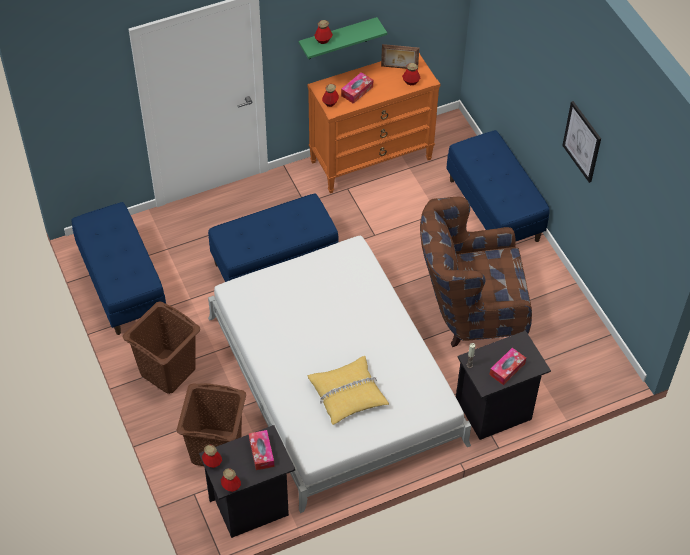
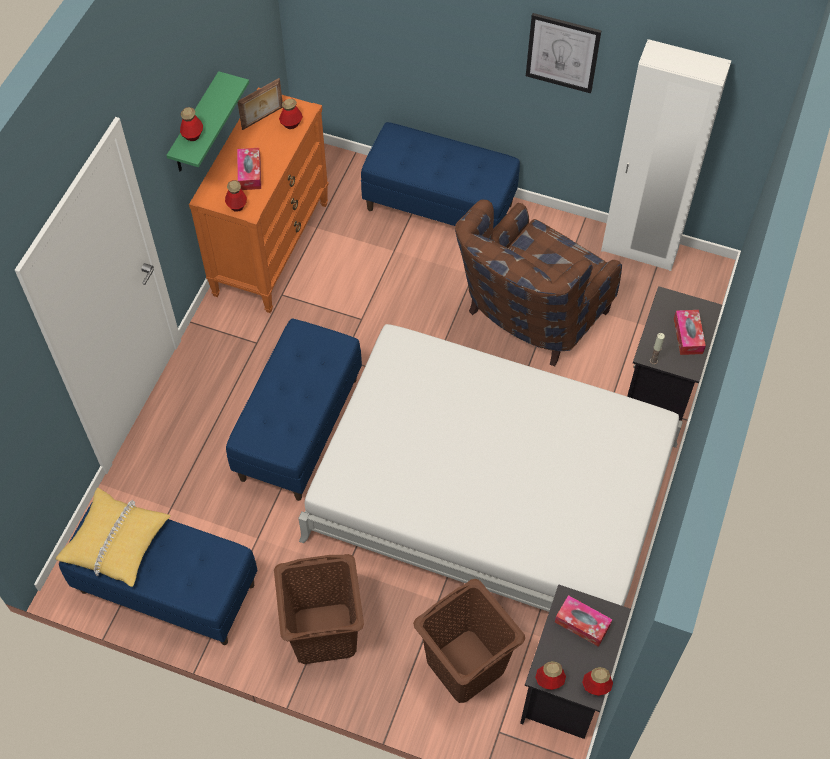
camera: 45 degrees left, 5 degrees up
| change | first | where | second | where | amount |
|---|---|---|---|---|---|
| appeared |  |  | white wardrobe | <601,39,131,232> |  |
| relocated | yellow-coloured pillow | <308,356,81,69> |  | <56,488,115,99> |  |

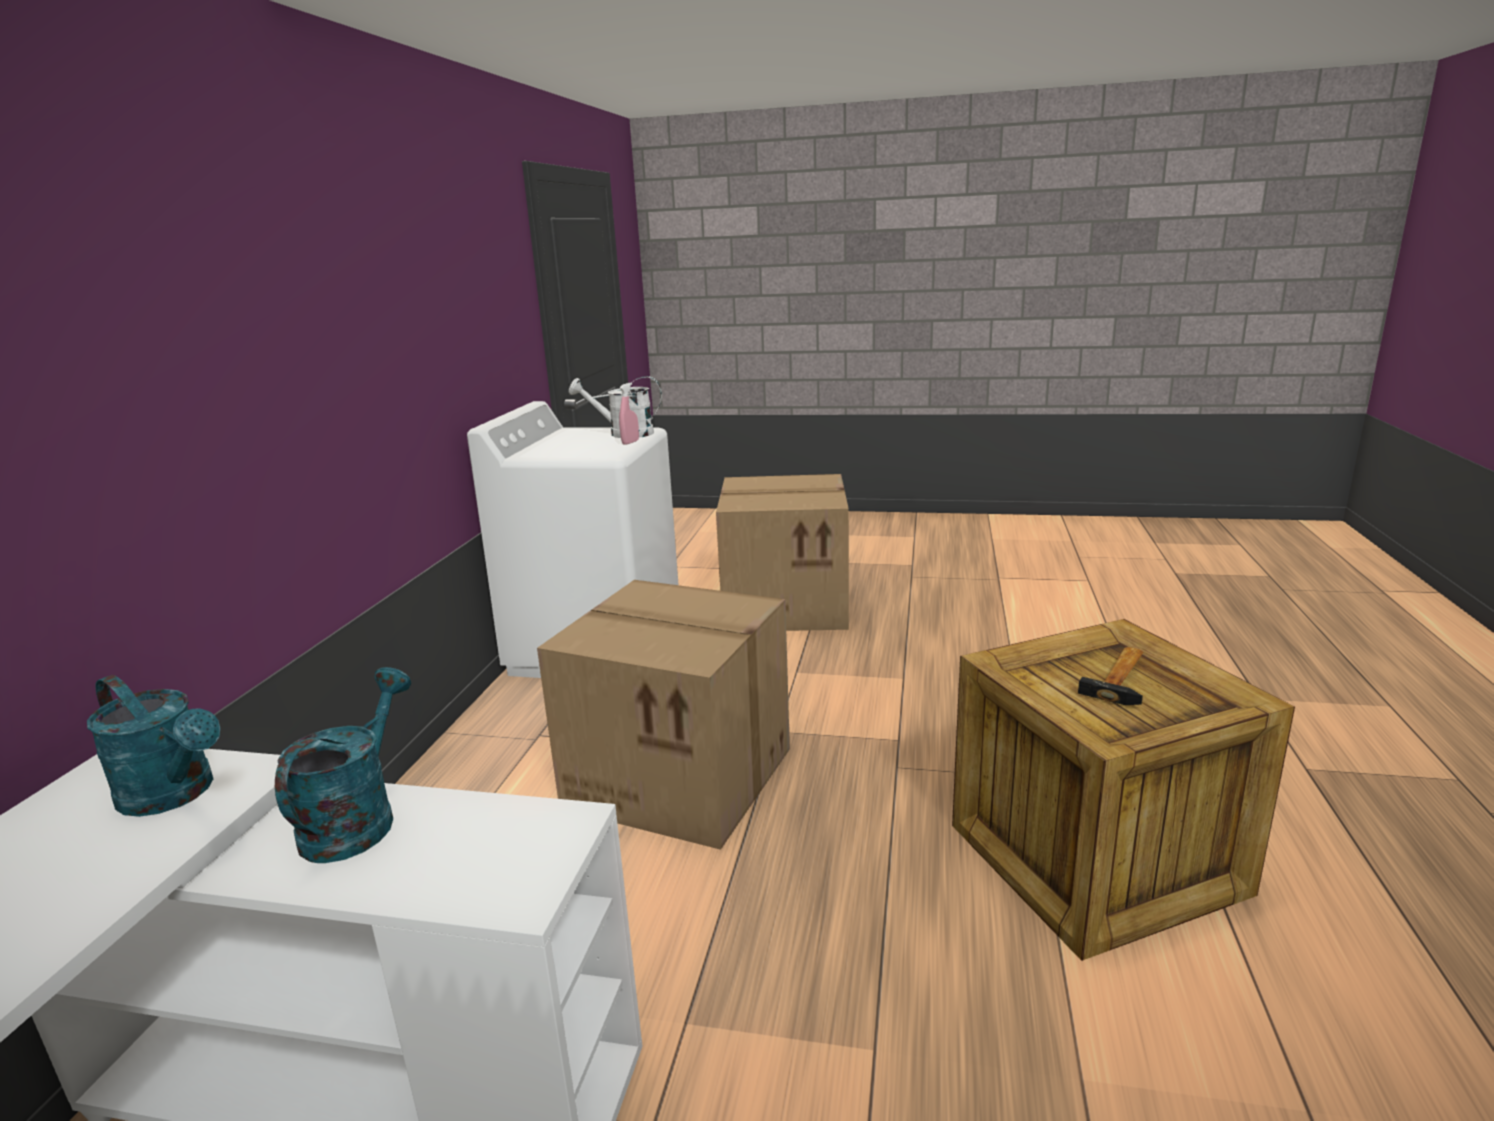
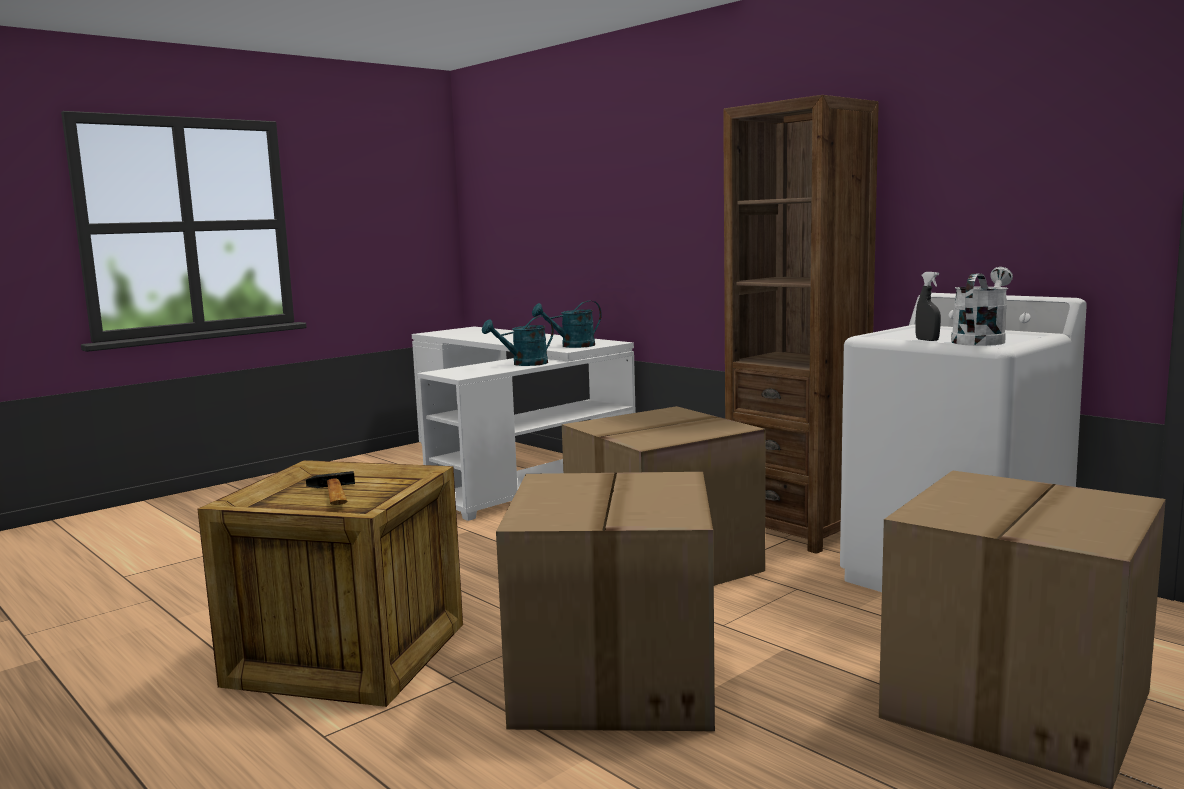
camera: 125 degrees right, 10 degrees down
| change | first | where | second | where | amount |
|---|---|---|---|---|---|
| appeared |  |  | cardboard box | <496,472,219,259> |  |
| appeared |  |  | brown-coloured bookshelf | <723,95,156,459> |  |
| colour | pinkish sprayer | <619,383,20,62> | greyish sprayer | <915,272,26,69> |  |
| spun | turquoise sprinkling can | <275,667,136,196> |  | <482,316,72,50> | 105 degrees clockwise |

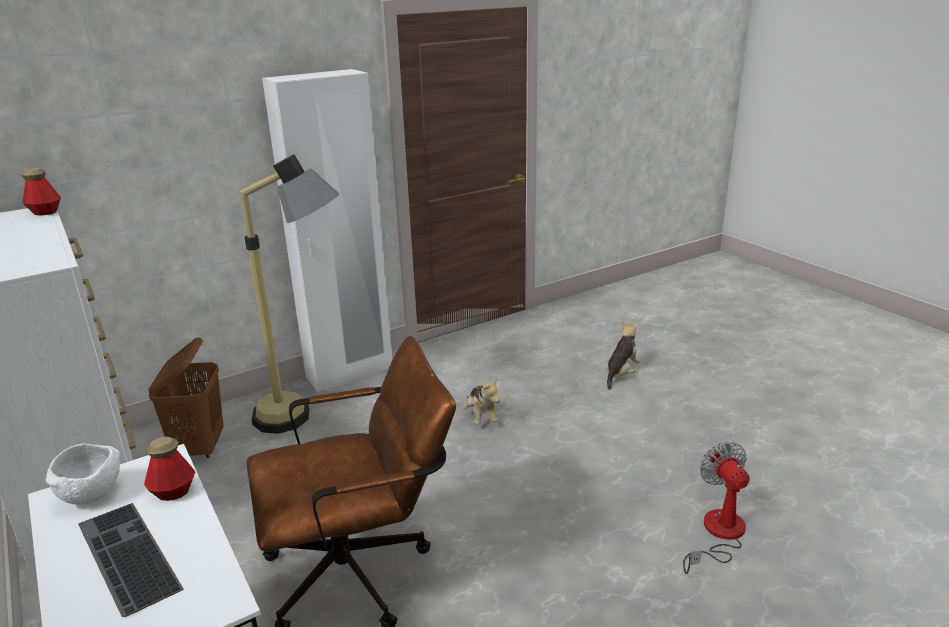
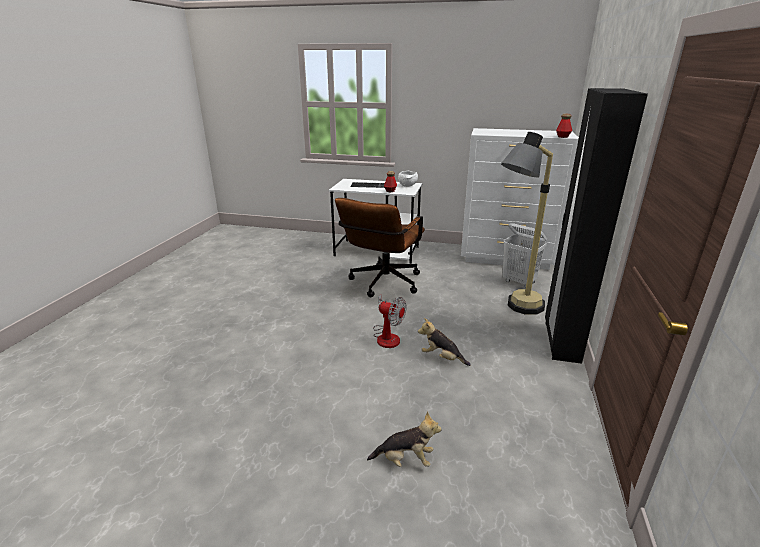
camera: 135 degrees right, 0 degrees up
| change | first | where | second | where | amount |
|---|---|---|---|---|---|
| relocated | fan | <683,442,67,132> |  | <373,295,34,53> |  |
| colour | brown-coloured laundry basket | <148,337,76,121> | white laundry basket | <503,223,44,65> |  |
| colour | white wardrobe | <262,69,130,323> | black-coloured wardrobe | <545,88,103,276> |  |
| spun | plush toy | <606,322,34,68> |  | <367,412,74,55> | 75 degrees counterclockwise |

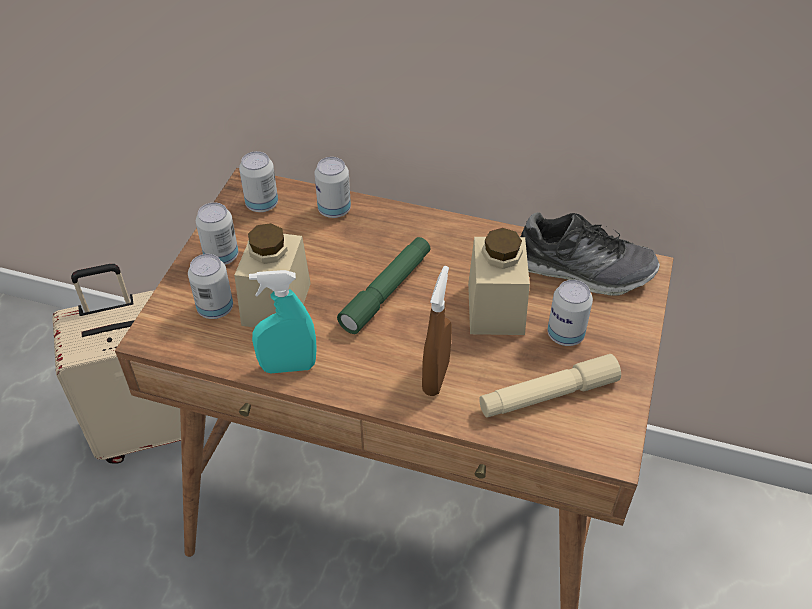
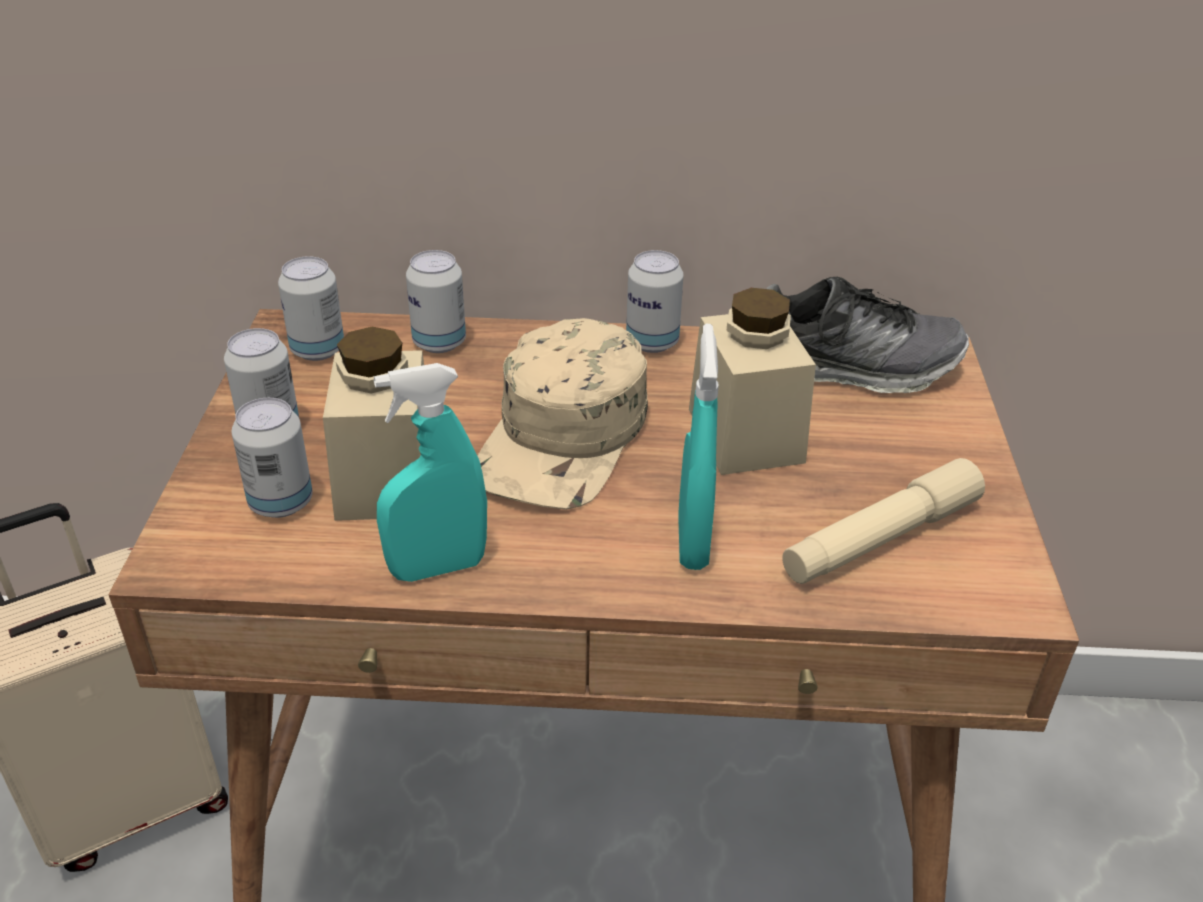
camera: 15 degrees left, 10 degrees down
| change | first | where | second | where | amount |
|---|---|---|---|---|---|
| relocated | can | <547,280,46,66> |  | <626,250,57,103> |  |
| exchanged | greenish flashlight | <337,237,93,97> | beige peaked cap | <478,318,170,192> |  |
| colour | brown-coloured sprayer | <422,266,30,130> | turquoise sprayer | <678,324,41,246> |  |

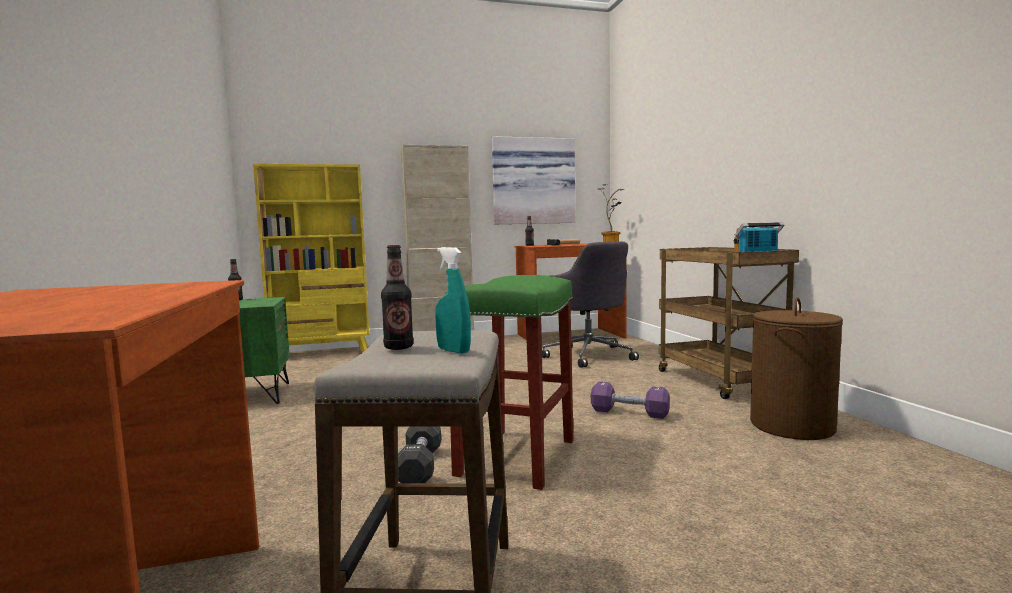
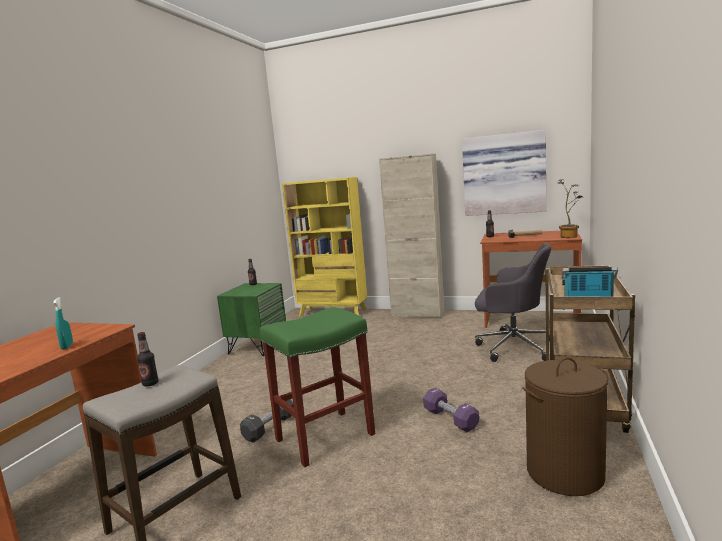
camera: 35 degrees right, 5 degrees up
| change | first | where | second | where | amount |
|---|---|---|---|---|---|
| relocated | turquoise sprayer | <435,247,36,107> |  | <53,297,20,53> |  |
| spun | greyish office chair | <542,241,97,127> |  | <475,243,76,119> | 75 degrees counterclockwise |

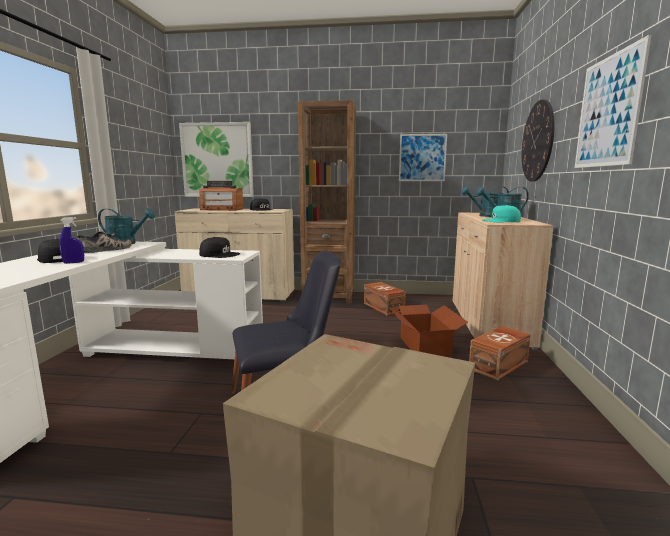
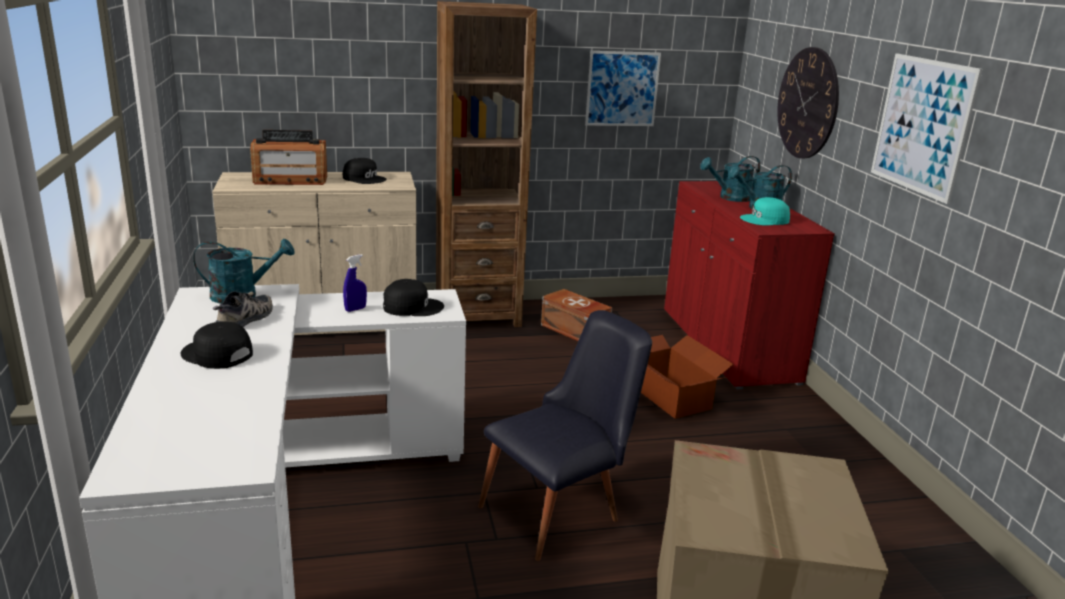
camera: 20 degrees left, 10 degrees up
| change | first | where | second | where | amount |
|---|---|---|---|---|---|
| missing | picture | <179,122,75,75> |  |  |  |
| missing | brown-coloured storage bin | <469,326,62,55> |  |  |  |
| relocated | blue sprayer | <59,217,25,47> |  | <343,254,24,58> |  |
| colour | beige cabinet | <453,213,101,137> | reddish cabinet | <664,181,171,208> |  |

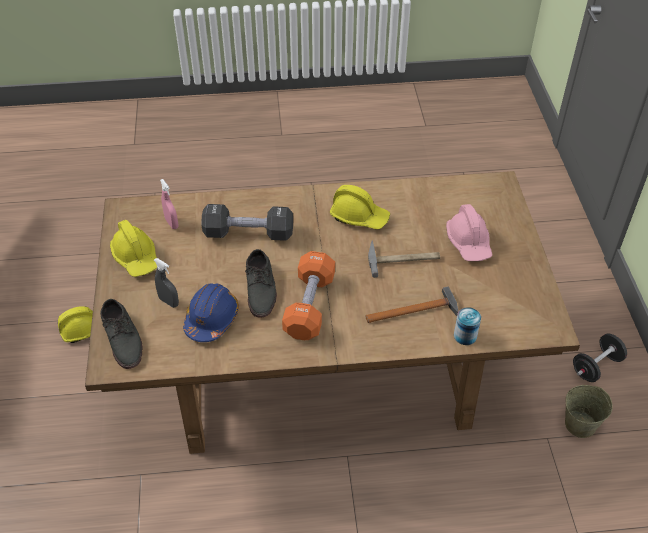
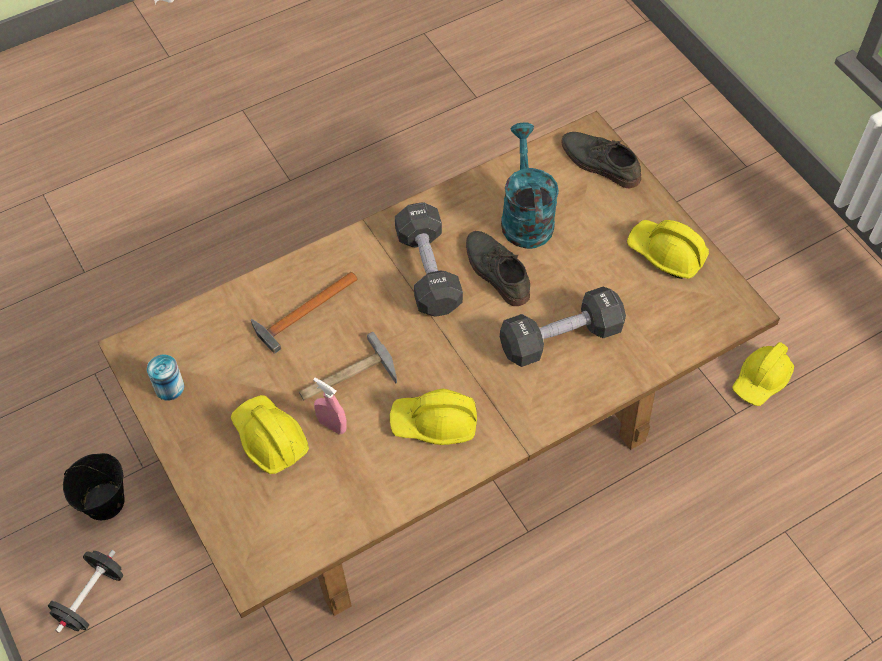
camera: 155 degrees right, 10 degrees up
| change | first | where | second | where | amount |
|---|---|---|---|---|---|
| missing | greyish sprayer | <154,258,25,50> |  |  |  |
| relocated | pinkish sprayer | <160,179,18,50> |  | <313,378,34,57> |  |
| relocated | can | <454,307,27,38> |  | <147,355,37,45> |  |
| exchanged | blue hard hat | <183,284,56,58> | turquoise sprinkling can | <501,123,58,126> |  |
| colour | orangey free weight | <282,251,53,89> | black-coloured free weight | <395,203,68,114> |  |
| colour | pinkish hard hat | <446,204,46,57> | yellow-coloured hard hat | <231,395,78,79> |  |
| colour | beige water bucket | <565,385,48,53> | black-coloured water bucket | <63,453,62,67> |  |

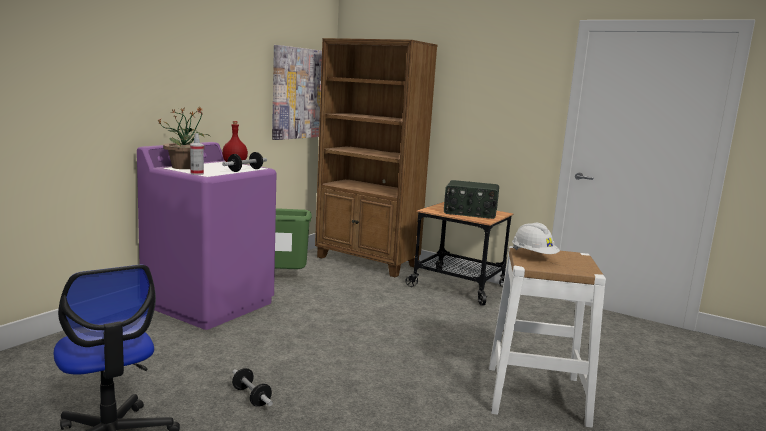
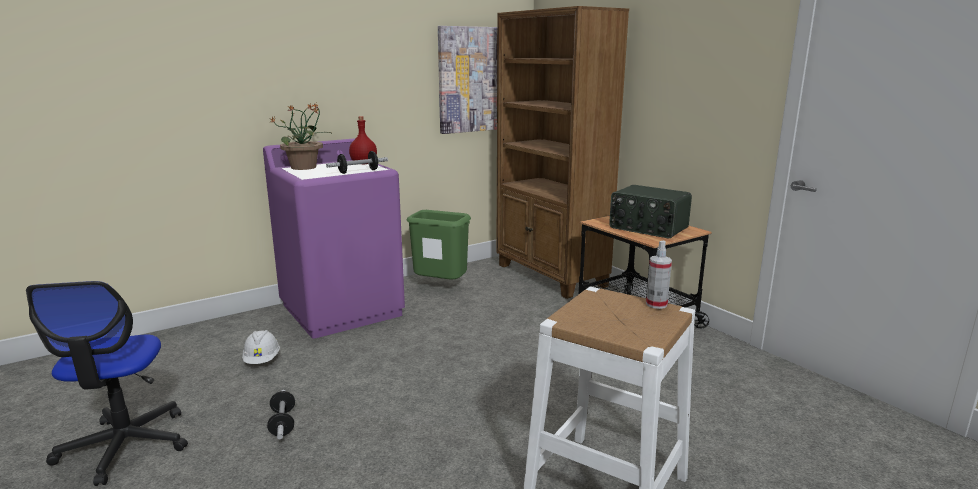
camera: 25 degrees right, 5 degrees up
| change | first | where | second | where | amount |
|---|---|---|---|---|---|
| relocated | sprayer | <190,133,14,42> |  | <646,241,26,68> |  |
| relocated | white hard hat | <512,223,48,31> |  | <242,330,38,34> |  |

